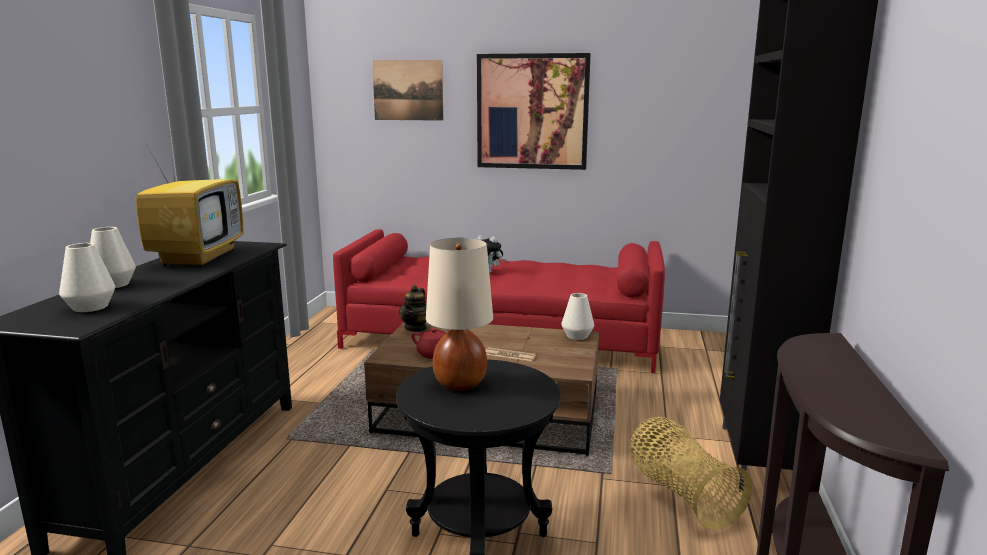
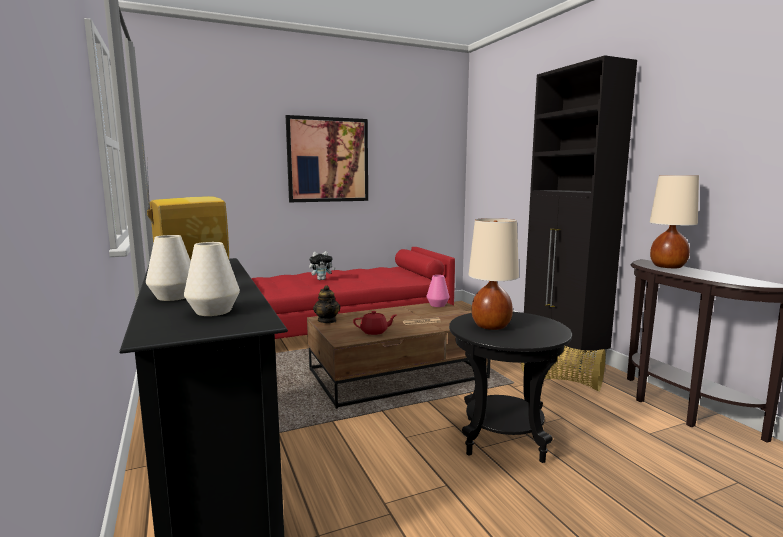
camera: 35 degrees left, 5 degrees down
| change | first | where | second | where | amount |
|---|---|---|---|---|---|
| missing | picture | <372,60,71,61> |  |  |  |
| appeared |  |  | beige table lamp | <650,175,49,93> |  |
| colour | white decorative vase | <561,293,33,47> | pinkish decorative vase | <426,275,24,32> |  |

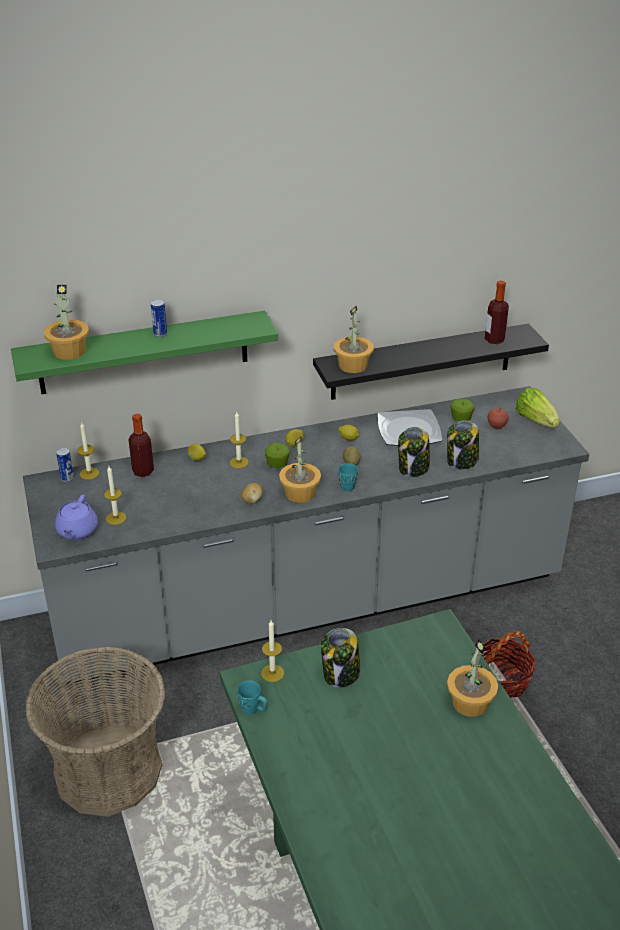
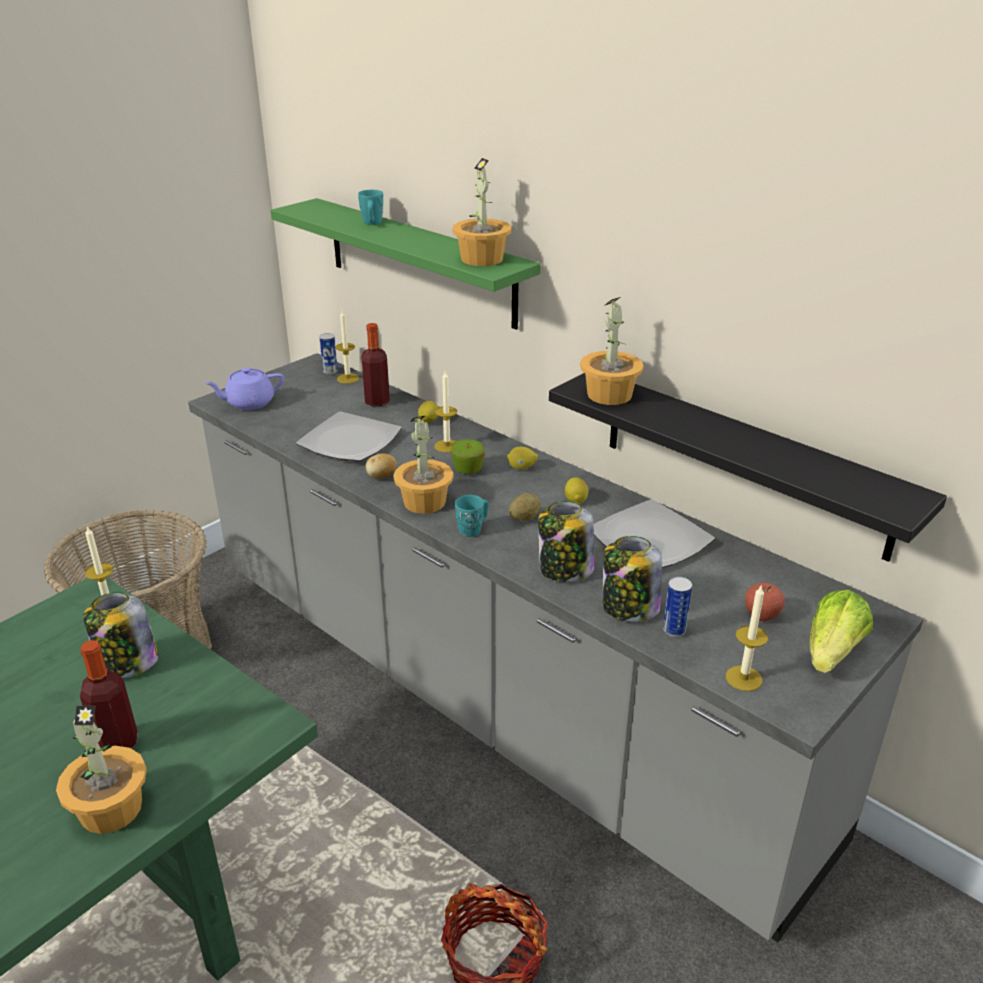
camera: 60 degrees right, 5 degrees down
| change | first | where | second | where | amount |
|---|---|---|---|---|---|
| missing | whole apple | <451,399,24,23> |  |  |  |
| appeared |  |  | plate | <296,411,106,51> |  |
| relocated | houseplant | <44,285,45,75> |  | <453,158,58,108> |  |
| relocated | candle | <104,466,22,59> |  | <726,586,42,105> |  |
| relocated | can | <151,299,16,38> |  | <663,577,29,61> |  |
| relocated | turquoise coffee mug | <237,680,30,35> |  | <358,190,25,35> |  |
| relocated | drink bottle | <485,280,24,64> |  | <80,640,58,108> |  |

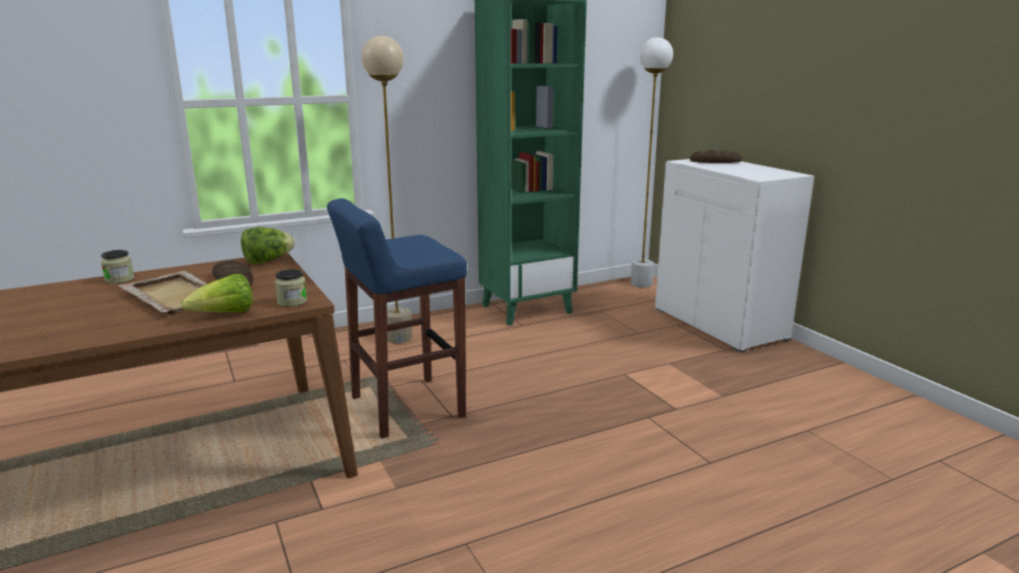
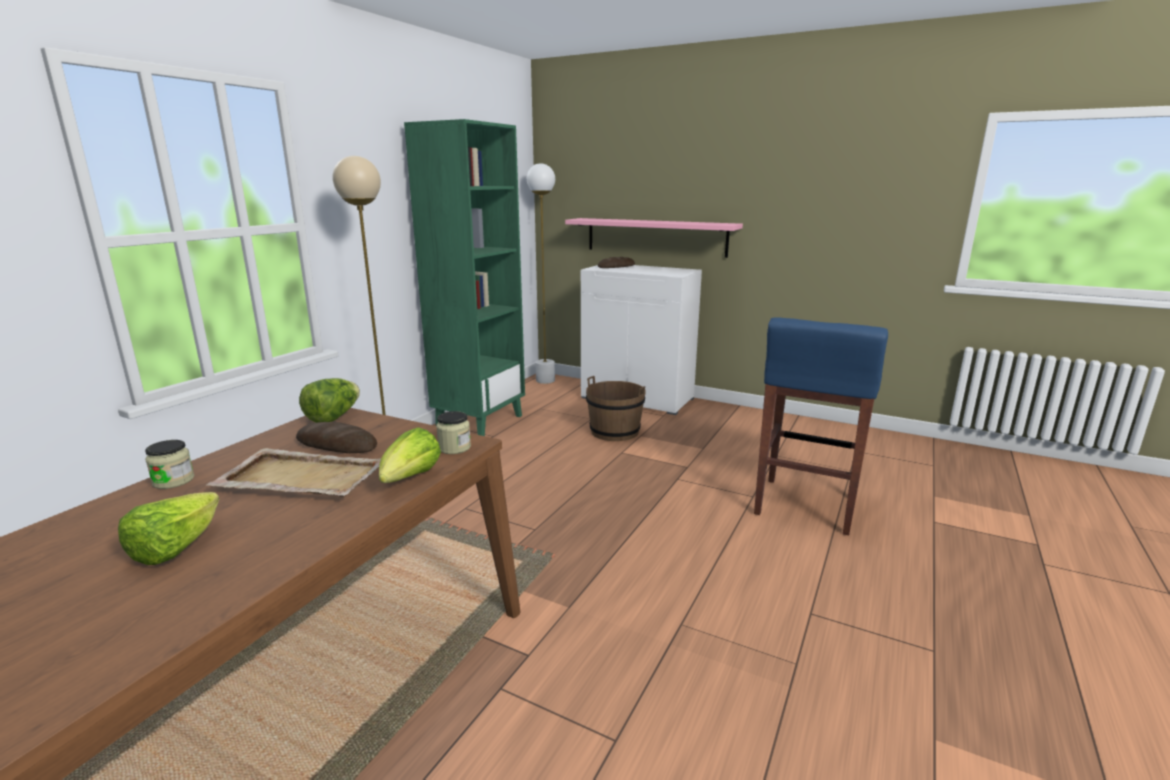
camera: 35 degrees left, 0 degrees up
| change | first | where | second | where | amount |
|---|---|---|---|---|---|
| appeared |  |  | lettuce head | <118,492,101,73> |  |
| appeared |  |  | pinkish bracket shelf | <565,218,178,40> |  |
| appeared |  |  | brown-coloured water bucket | <586,376,60,65> |  |
| relocated | blue stool | <327,198,140,241> |  | <754,317,134,218> |  |

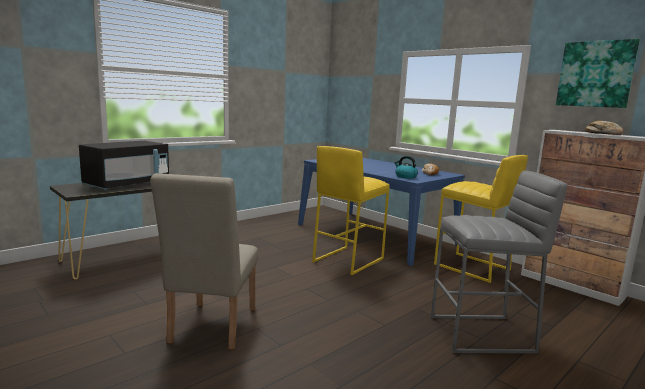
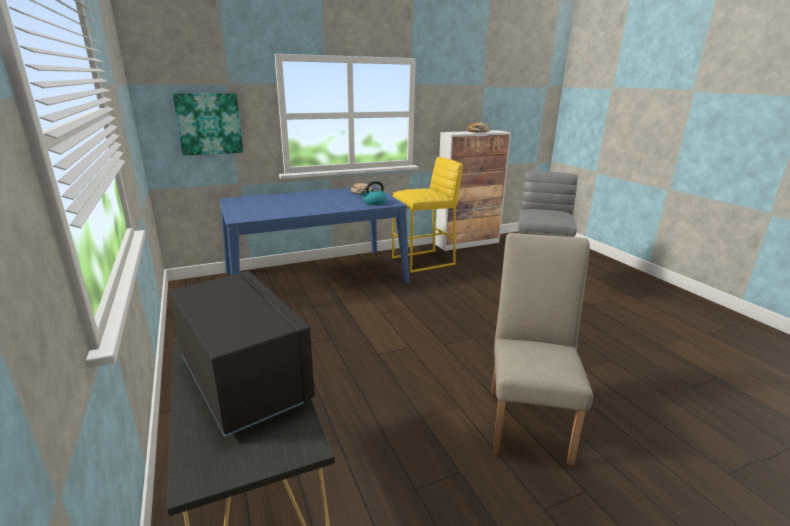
camera: 70 degrees left, 10 degrees up
| change | first | where | second | where | amount |
|---|---|---|---|---|---|
| missing | yellow-coloured stool | <312,146,78,129> |  |  |  |
| relocated | picture | <556,39,84,69> |  | <172,93,71,63> |  |
| spun | beige plain chair | <150,173,108,177> |  | <491,233,102,233> | 105 degrees counterclockwise |

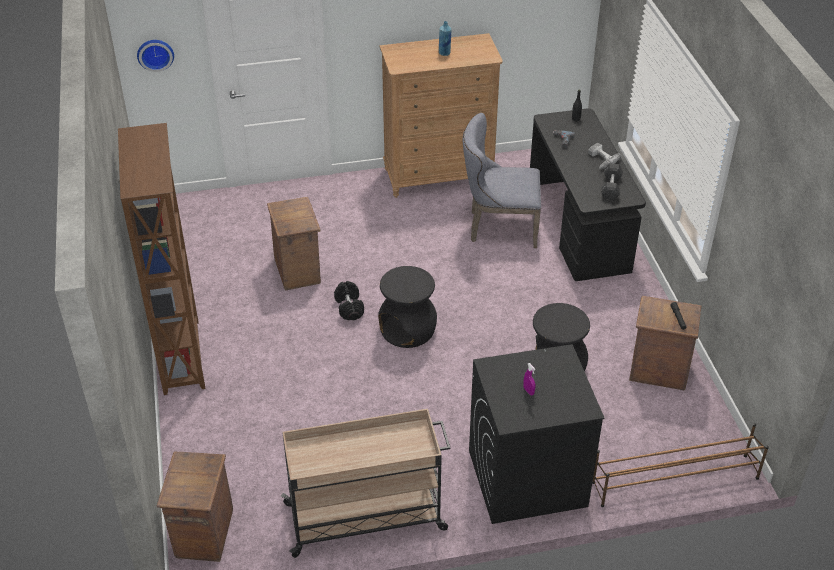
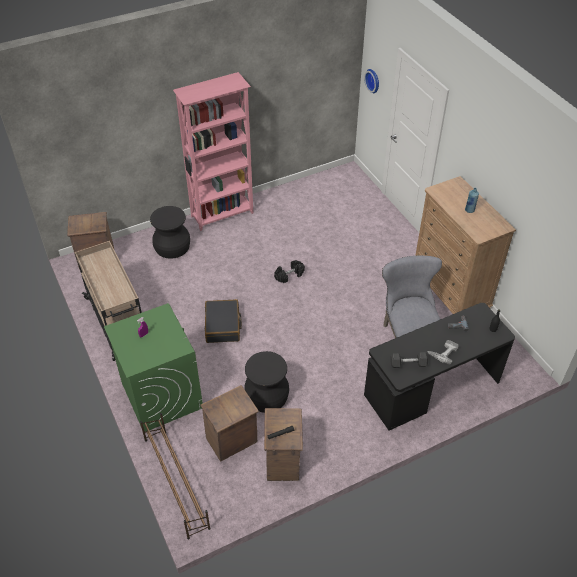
camera: 75 degrees right, 5 degrees up
| change | first | where | second | where | amount |
|---|---|---|---|---|---|
| appeared |  |  | black-coloured piece of luggage | <205,299,37,44> |  |
| relocated | crate | <267,197,54,93> |  | <200,385,59,76> |  |
| relocated | black-coloured stool | <378,266,59,82> |  | <150,206,40,53> |  |
| colour | brown-coloured bookshelf | <118,123,87,272> | pinkish bookshelf | <173,72,80,159> |  |
| colour | black-coloured washing machine | <469,344,136,180> | greenish washing machine | <104,303,99,129> |  |

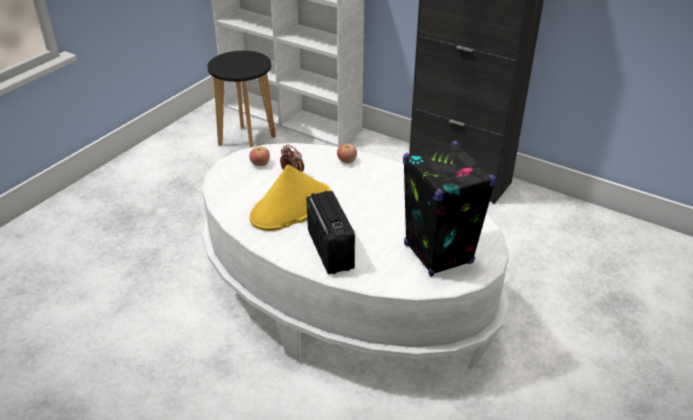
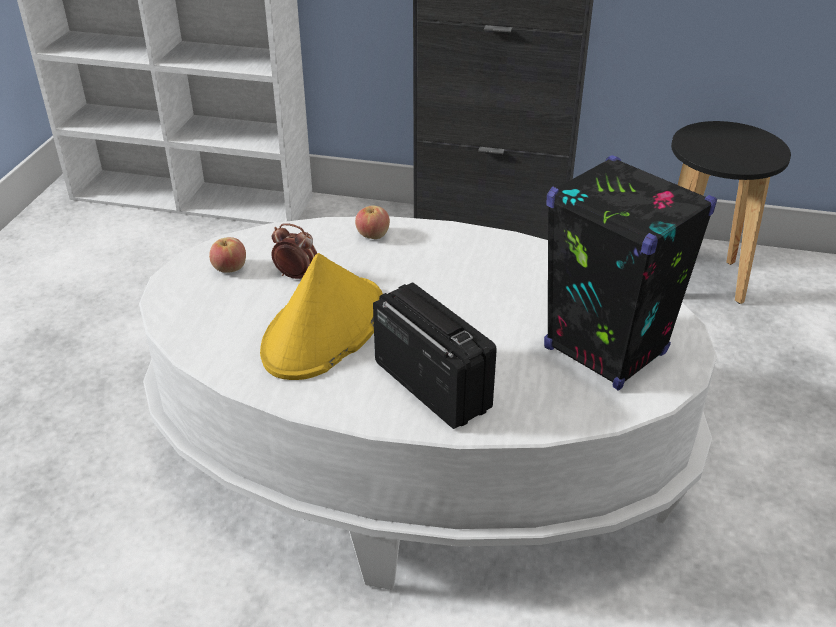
camera: 20 degrees left, 0 degrees up
| change | first | where | second | where | amount |
|---|---|---|---|---|---|
| relocated | black-coloured stool | <207,51,69,97> |  | <671,121,120,183> |  |

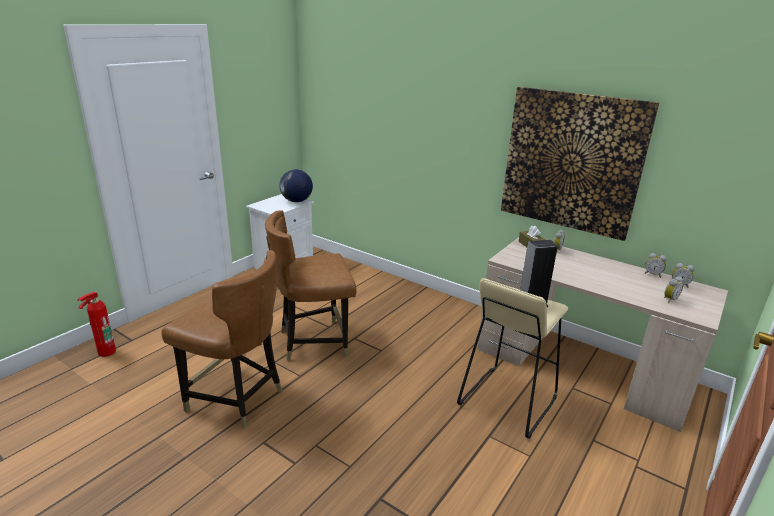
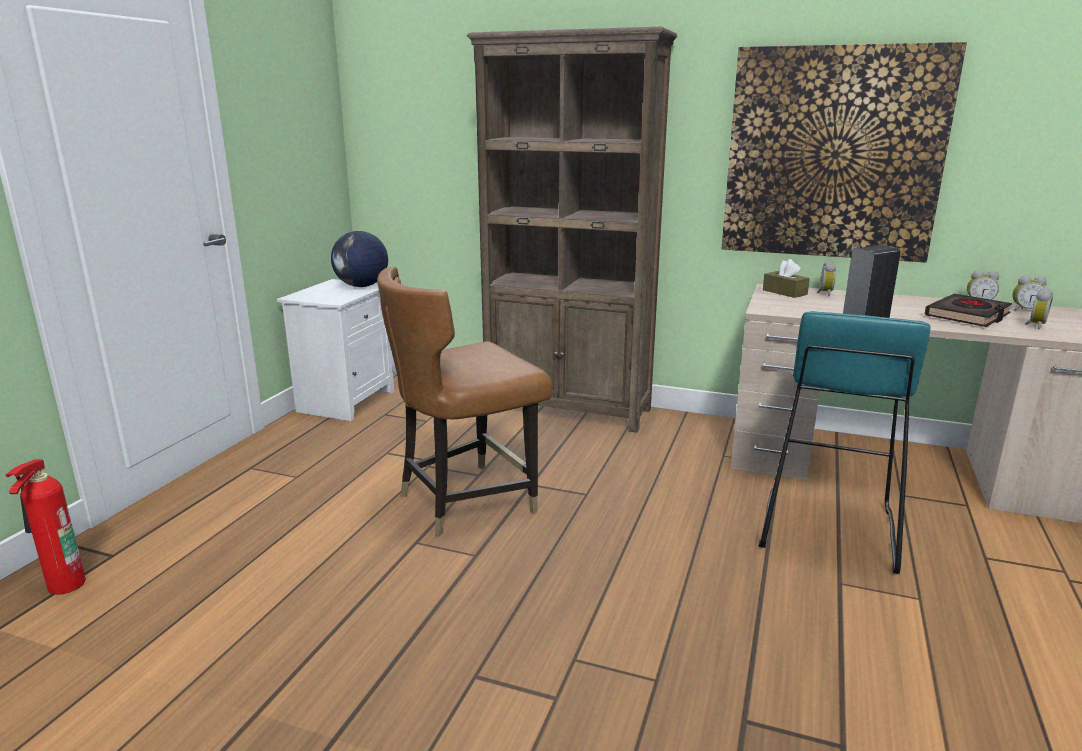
camera: 15 degrees left, 5 degrees down
| change | first | where | second | where | amount |
|---|---|---|---|---|---|
| missing | brown-coloured plain chair | <161,250,121,178> |  |  |  |
| appeared |  |  | brown-coloured bookshelf | <467,27,211,406> |  |
| appeared |  |  | black-coloured bound book | <925,294,87,33> |  |
| colour | beige stool | <457,278,111,161> | turquoise stool | <759,311,171,263> |  |

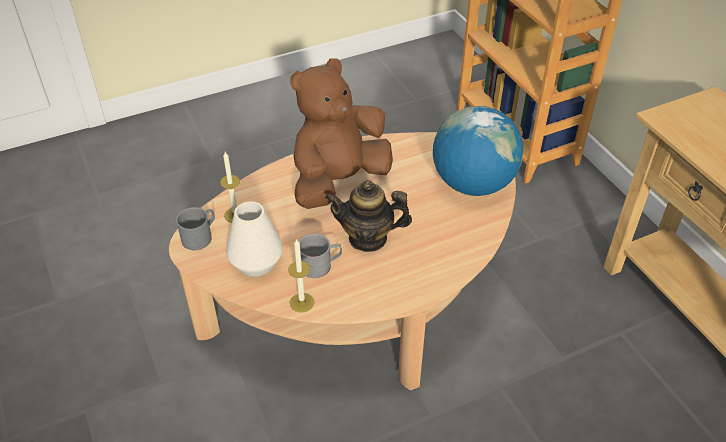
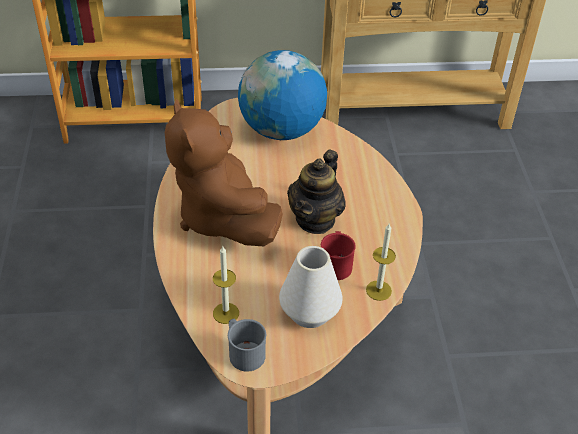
camera: 70 degrees left, 0 degrees up
| change | first | where | second | where | amount |
|---|---|---|---|---|---|
| colour | greyish coffee mug | <299,233,43,45> | reddish coffee mug | <321,231,35,49> |  |

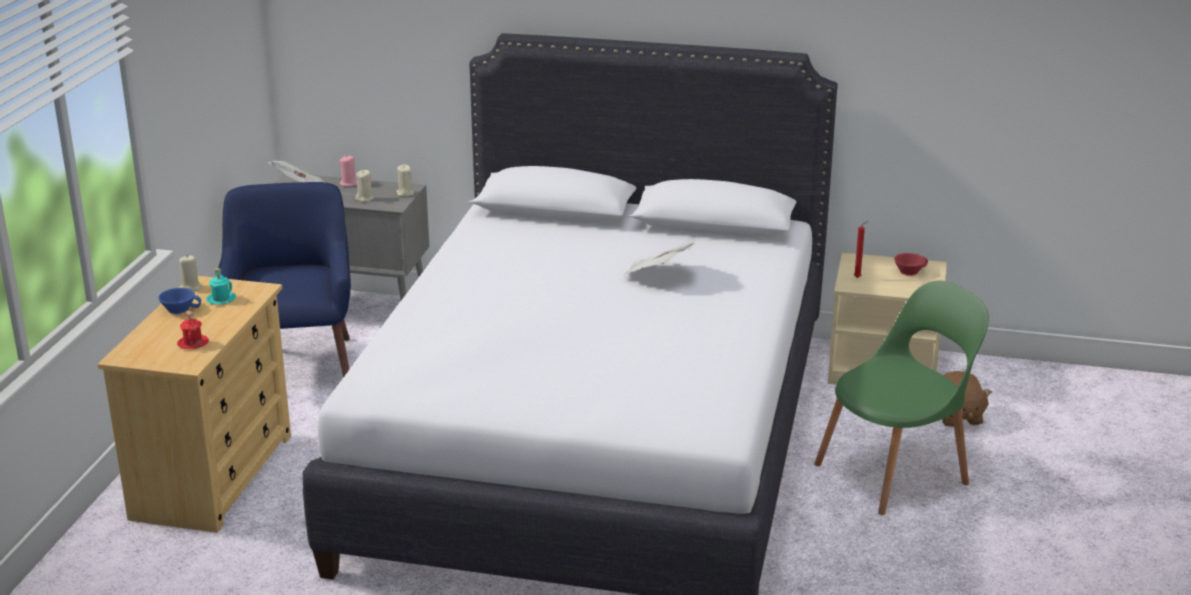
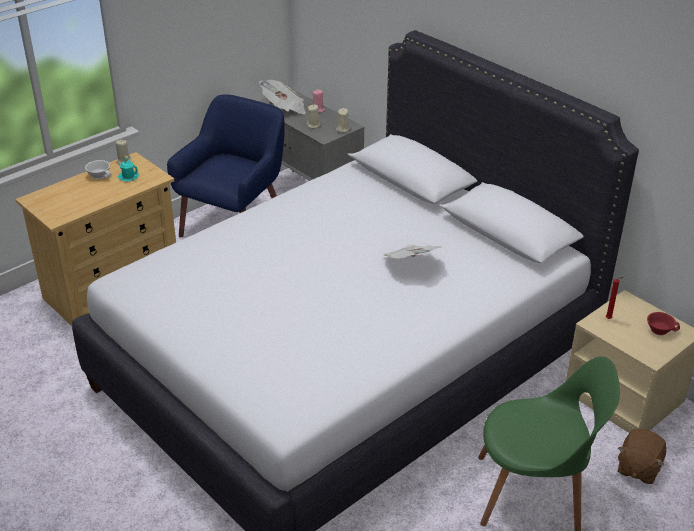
camera: 35 degrees right, 10 degrees up
| change | first | where | second | where | amount |
|---|---|---|---|---|---|
| missing | reddish coffee mug | <177,311,32,38> |  |  |  |
| colour | blue drinking cup | <158,288,43,26> | white drinking cup | <85,160,26,19> |  |

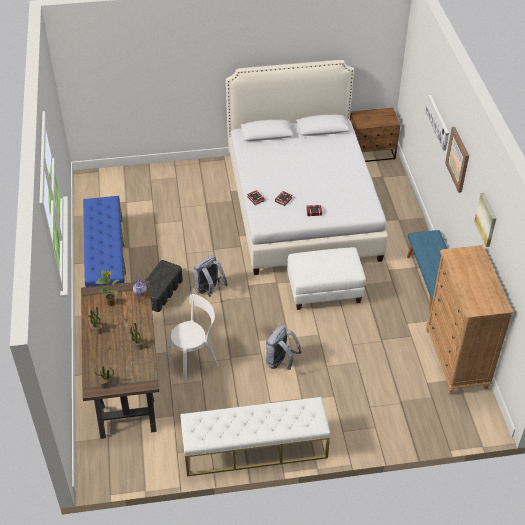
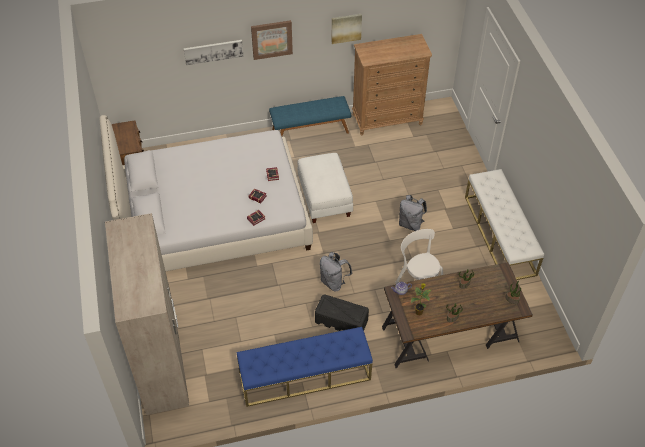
camera: 95 degrees left, 5 degrees up
| change | first | where | second | where | amount |
|---|---|---|---|---|---|
| appeared |  |  | beige wardrobe | <105,213,84,202> |  |

